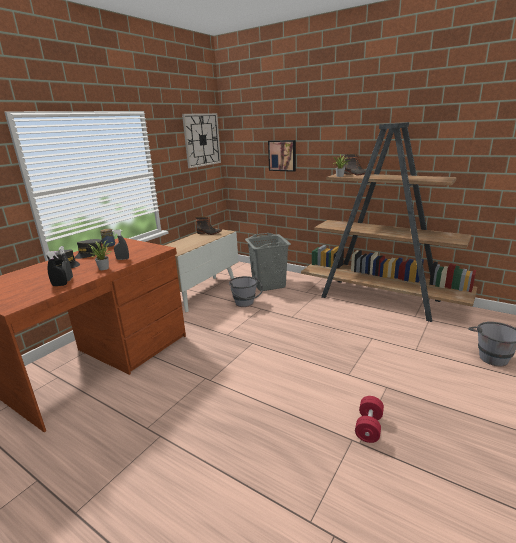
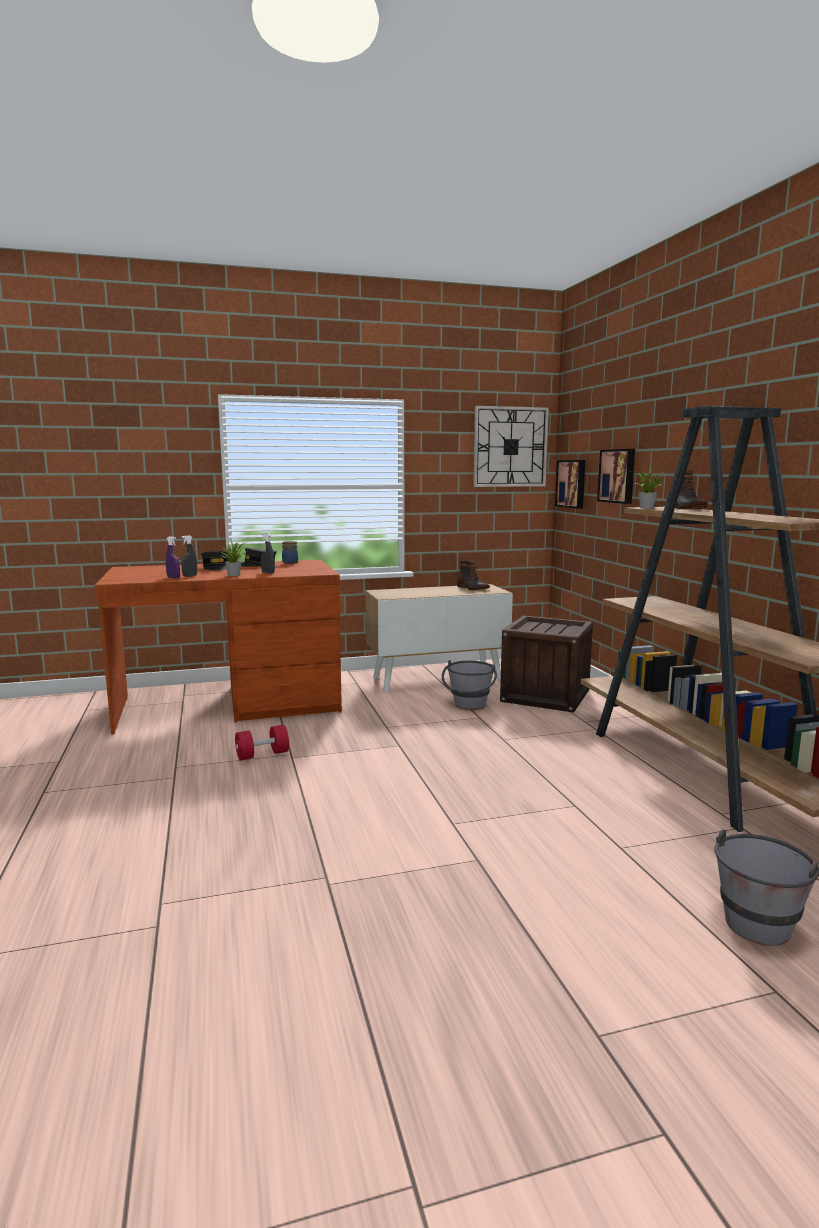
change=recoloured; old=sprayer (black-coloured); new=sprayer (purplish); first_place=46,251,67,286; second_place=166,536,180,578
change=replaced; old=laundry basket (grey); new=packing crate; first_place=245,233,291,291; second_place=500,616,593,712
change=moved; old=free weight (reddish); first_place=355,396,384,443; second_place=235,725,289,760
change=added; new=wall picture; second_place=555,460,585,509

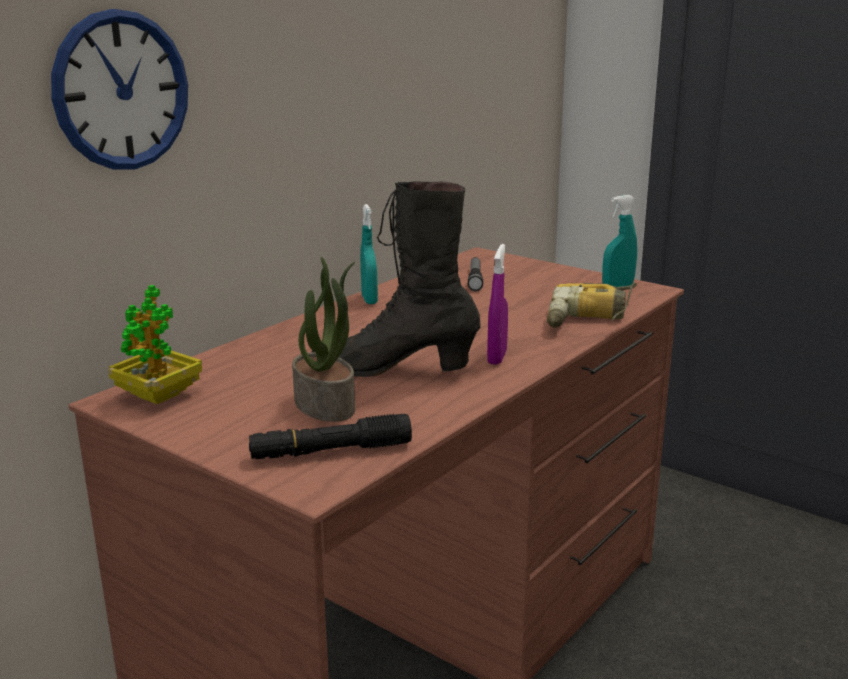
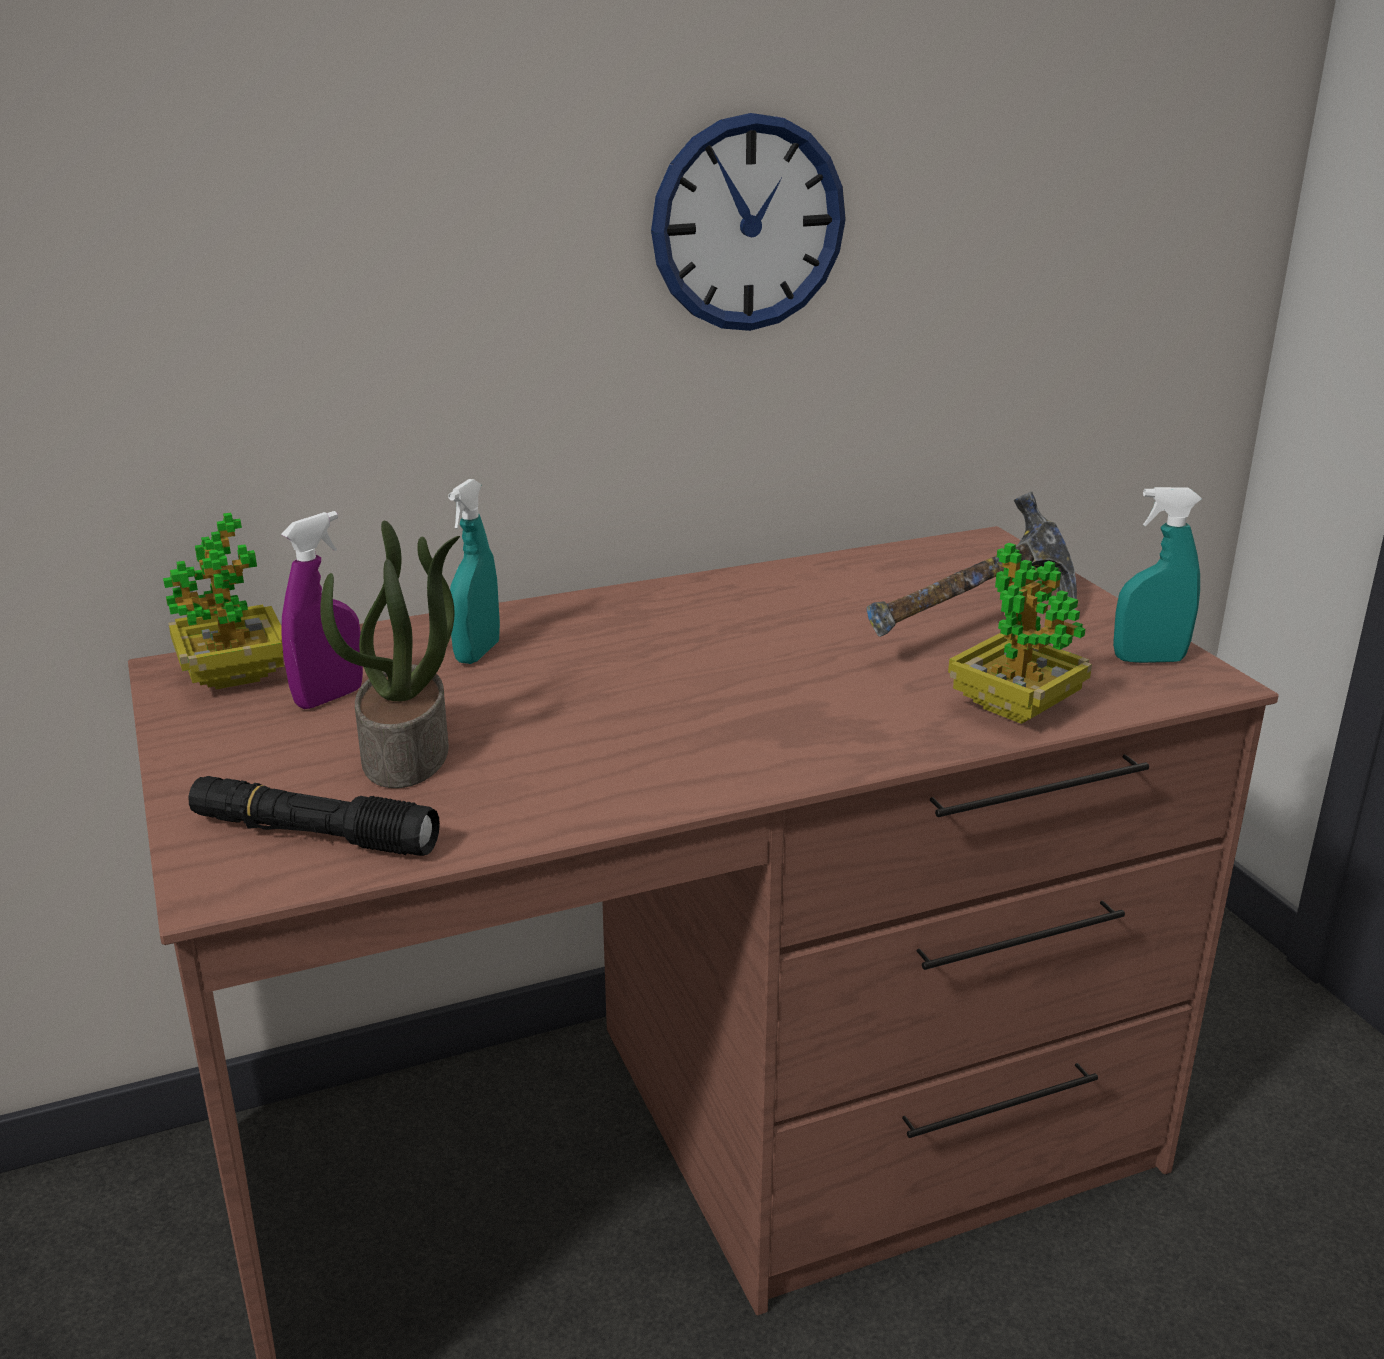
change=moved; old=clock on the wall; first_place=51,9,188,170; second_place=651,113,846,331
change=removed; old=boot (black-coloured); first_place=312,181,480,377
change=moved; old=sprayer (blue-green); first_place=361,204,378,304; second_place=448,479,500,664
change=removed; old=torch; first_place=468,257,483,291
change=moved; old=sprayer (purplish); first_place=487,244,508,365; second_place=281,511,363,709
change=replaced; old=power drill; new=potted plant; first_place=547,282,637,328; second_place=948,543,1092,724
change=added; new=hammer; second_place=866,492,1077,637

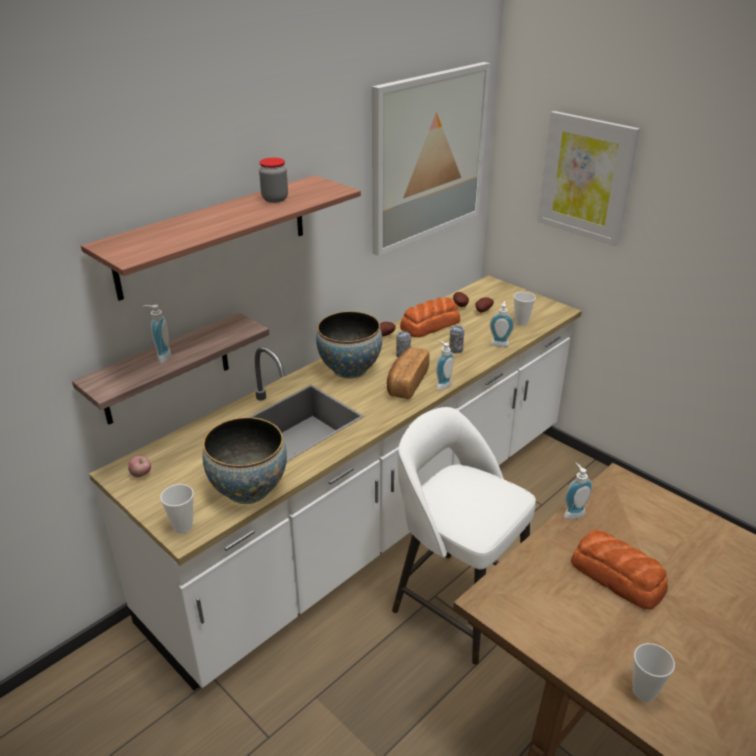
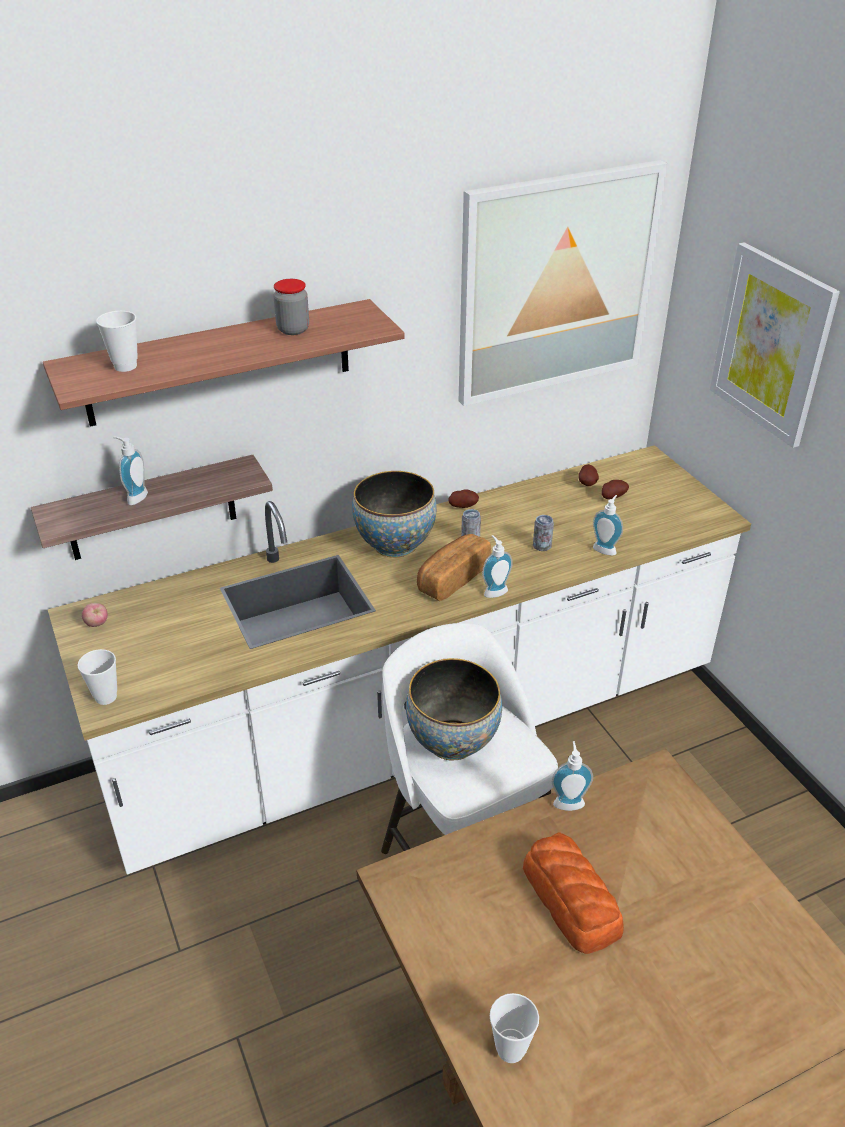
change=moved; old=serving bowl; first_place=203,417,287,504; second_place=406,658,502,760
change=removed; old=baked bread; first_place=400,297,460,337
change=moved; old=cup; first_place=514,292,536,326; second_place=96,311,138,372

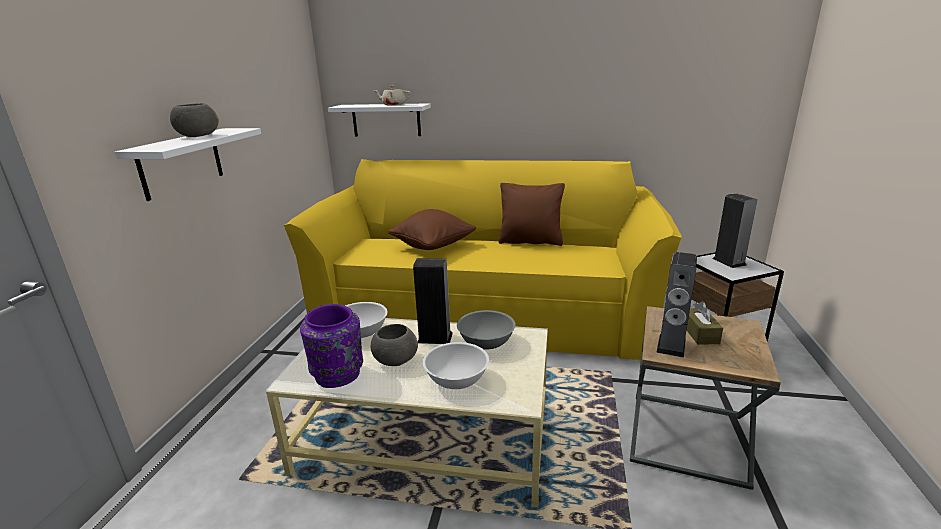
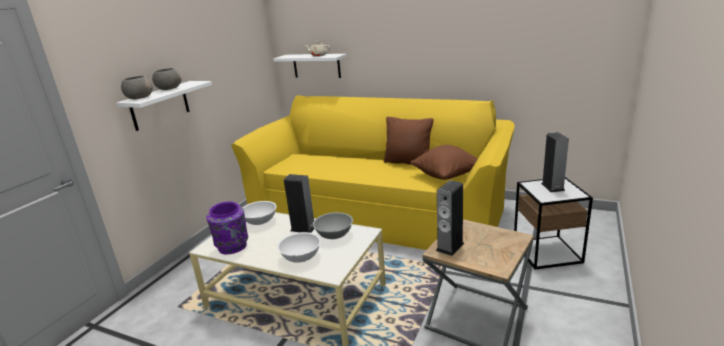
change=moved; old=serving bowl (grey); first_place=371,324,418,366; second_place=121,76,153,99
change=moved; old=pillow (brown); first_place=388,209,476,250; second_place=410,145,478,180
change=removed; old=tissue box (brown); first_place=687,301,723,345

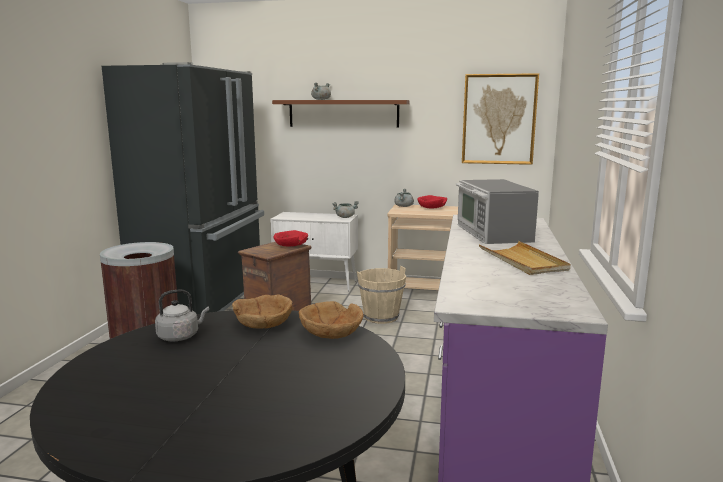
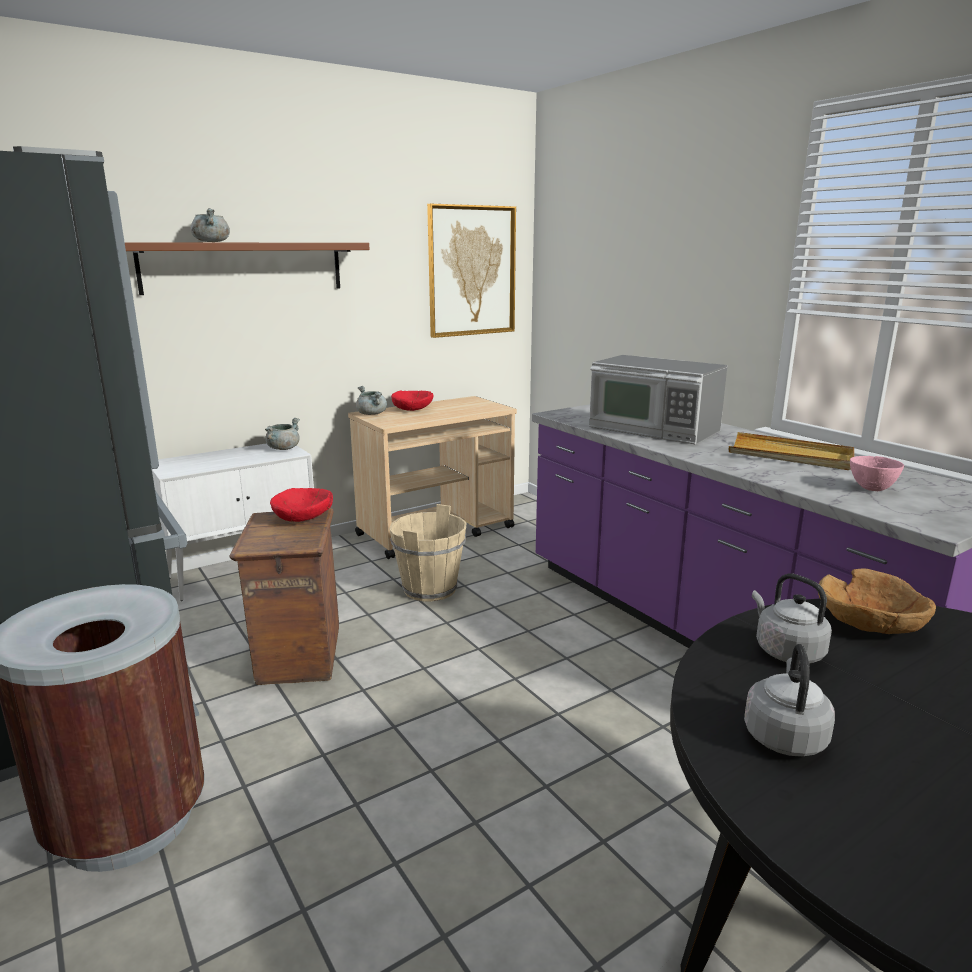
change=replaced; old=serving bowl (brown); new=tea kettle (grey); first_place=232,294,292,329; second_place=752,573,832,664
change=added; new=serving bowl (pink); second_place=850,456,904,491

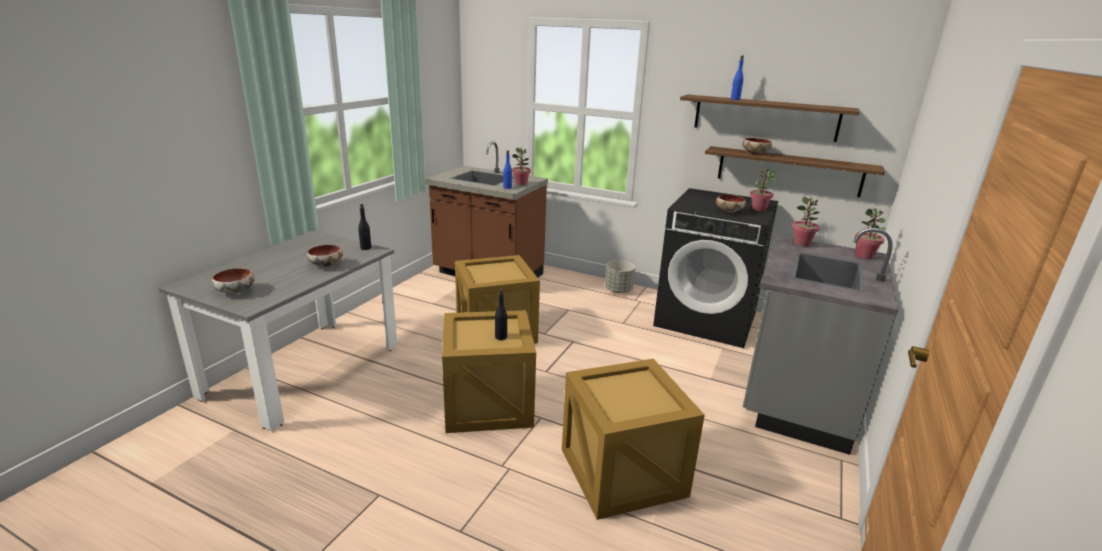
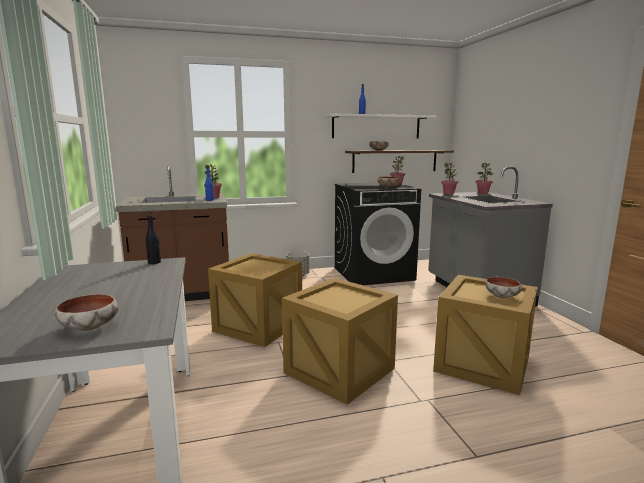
change=moved; old=serving bowl; first_place=307,245,343,267; second_place=485,277,522,298
change=removed; old=beverage bottle (black-coloured); first_place=495,289,507,340
change=recoloured; old=wall shelf (brown); new=wall shelf (whitish); first_place=680,94,860,142; second_place=324,114,437,138

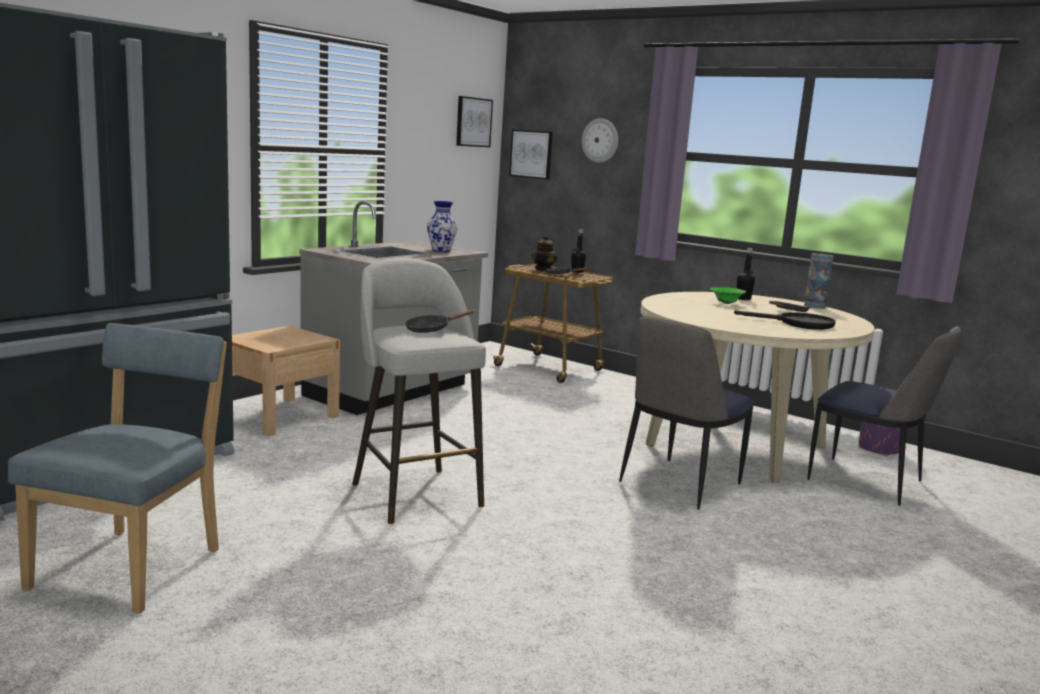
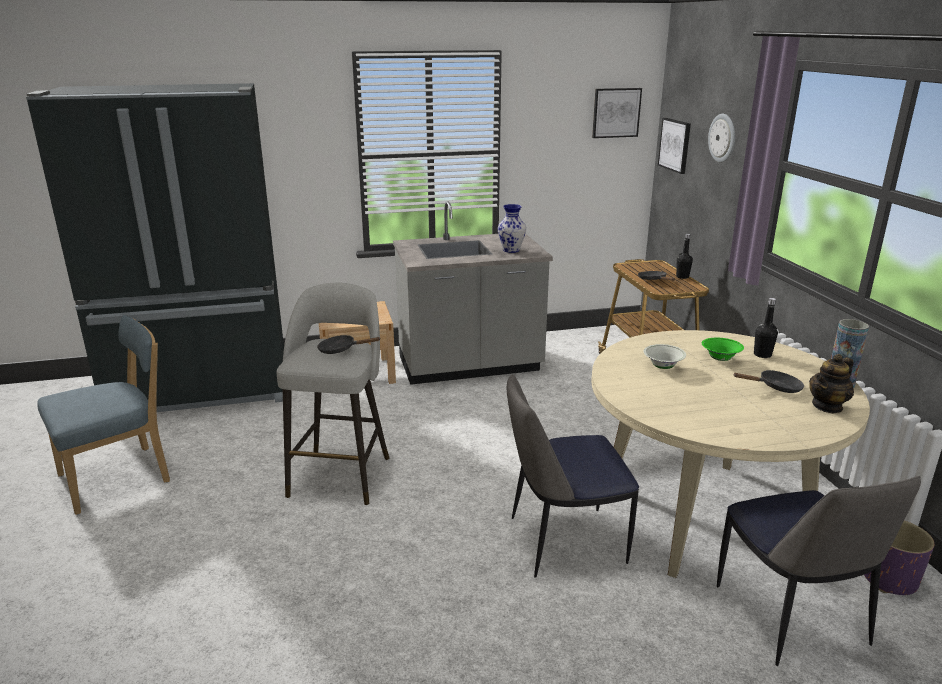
change=moved; old=pot for tea; first_place=532,235,557,271; second_place=809,354,854,414
change=removed; old=pan (black-coloured); first_place=734,310,836,330
change=added; new=serving bowl (whitish); second_place=644,344,686,369

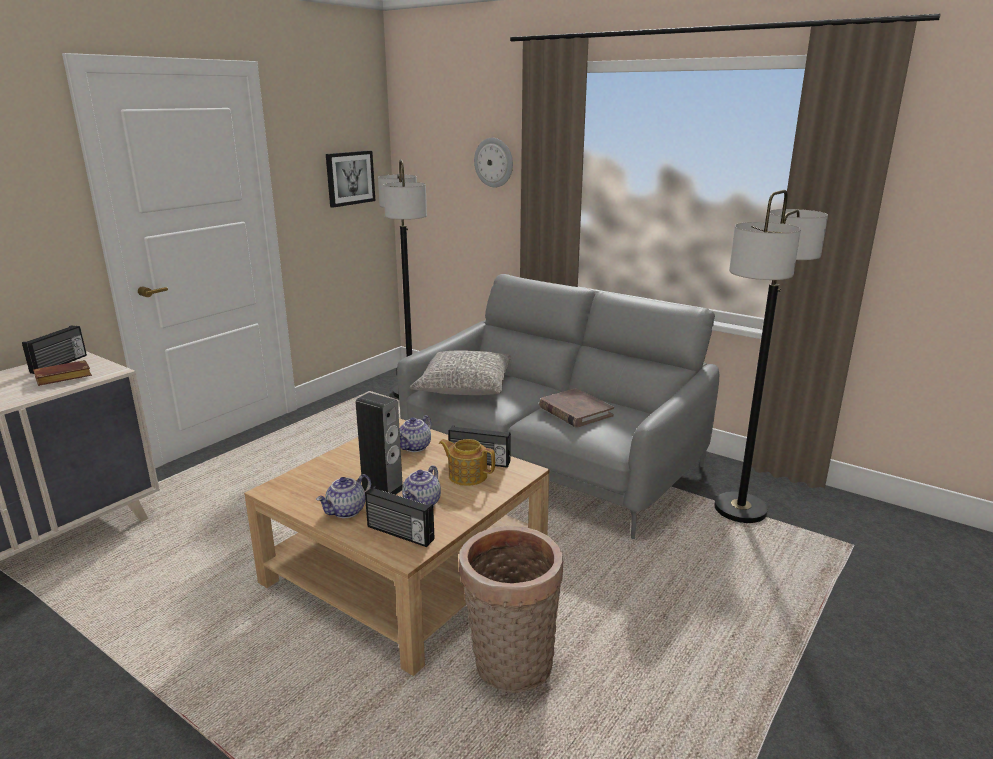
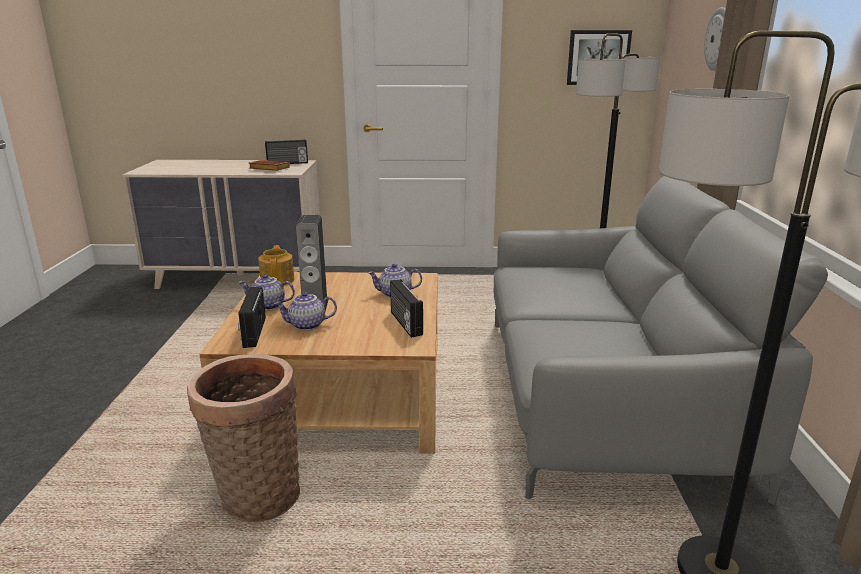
change=removed; old=pillow (grey); first_place=410,350,511,395
change=moved; old=pot for tea; first_place=439,439,495,486; second_place=258,245,294,285
change=removed; old=book (brown); first_place=539,388,614,428

